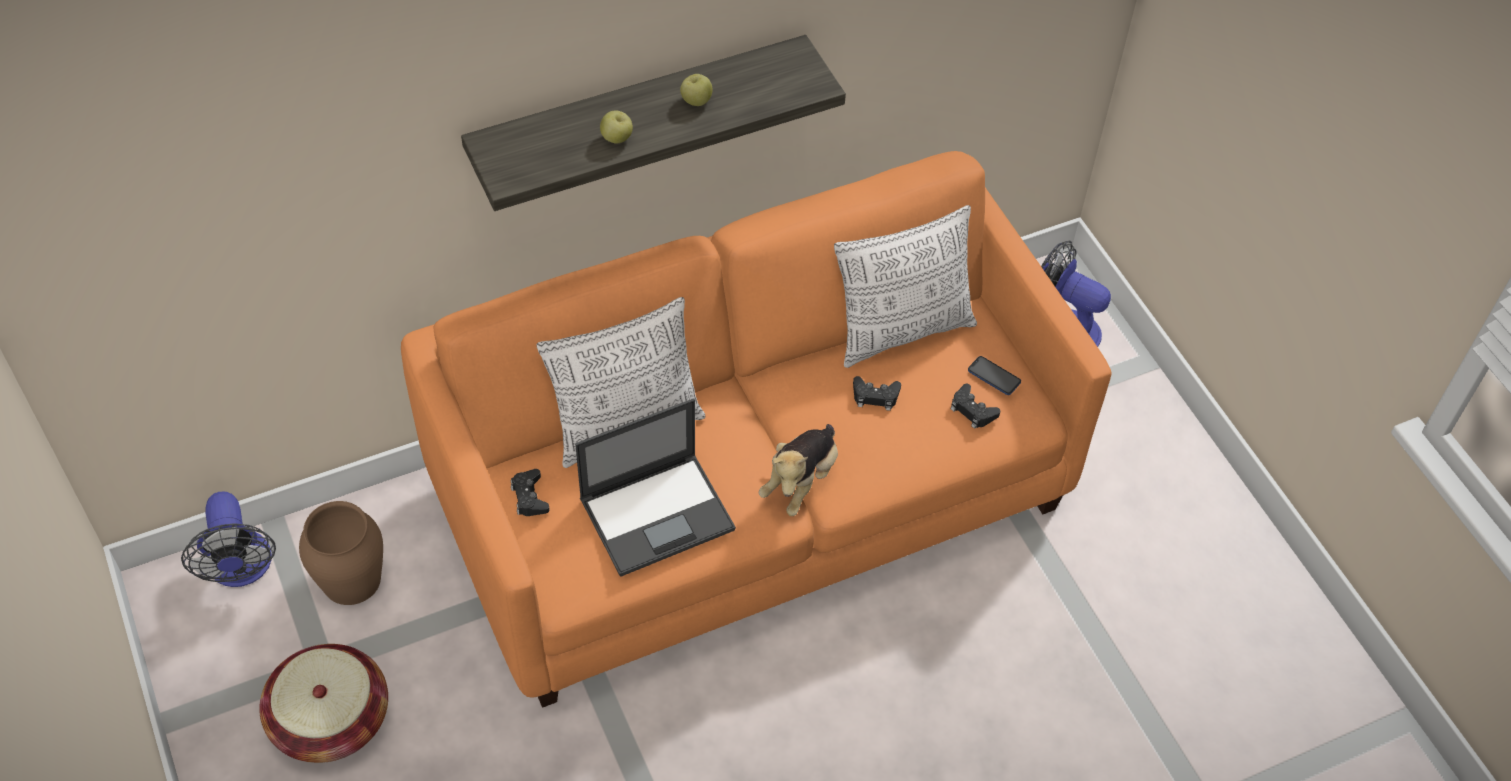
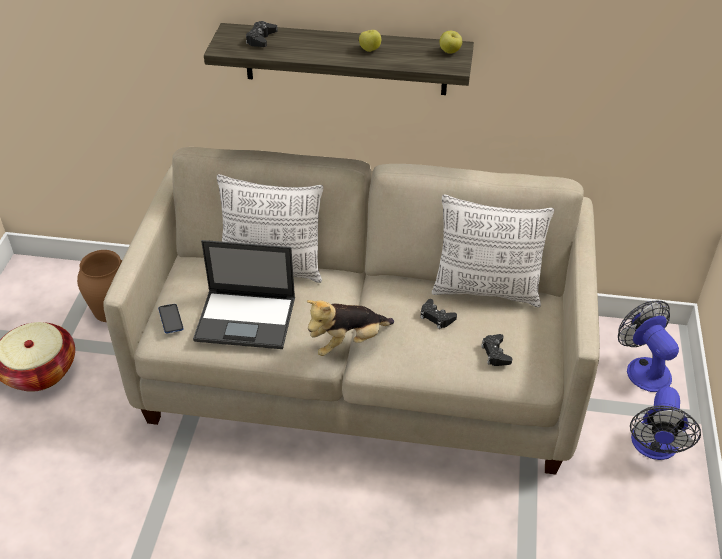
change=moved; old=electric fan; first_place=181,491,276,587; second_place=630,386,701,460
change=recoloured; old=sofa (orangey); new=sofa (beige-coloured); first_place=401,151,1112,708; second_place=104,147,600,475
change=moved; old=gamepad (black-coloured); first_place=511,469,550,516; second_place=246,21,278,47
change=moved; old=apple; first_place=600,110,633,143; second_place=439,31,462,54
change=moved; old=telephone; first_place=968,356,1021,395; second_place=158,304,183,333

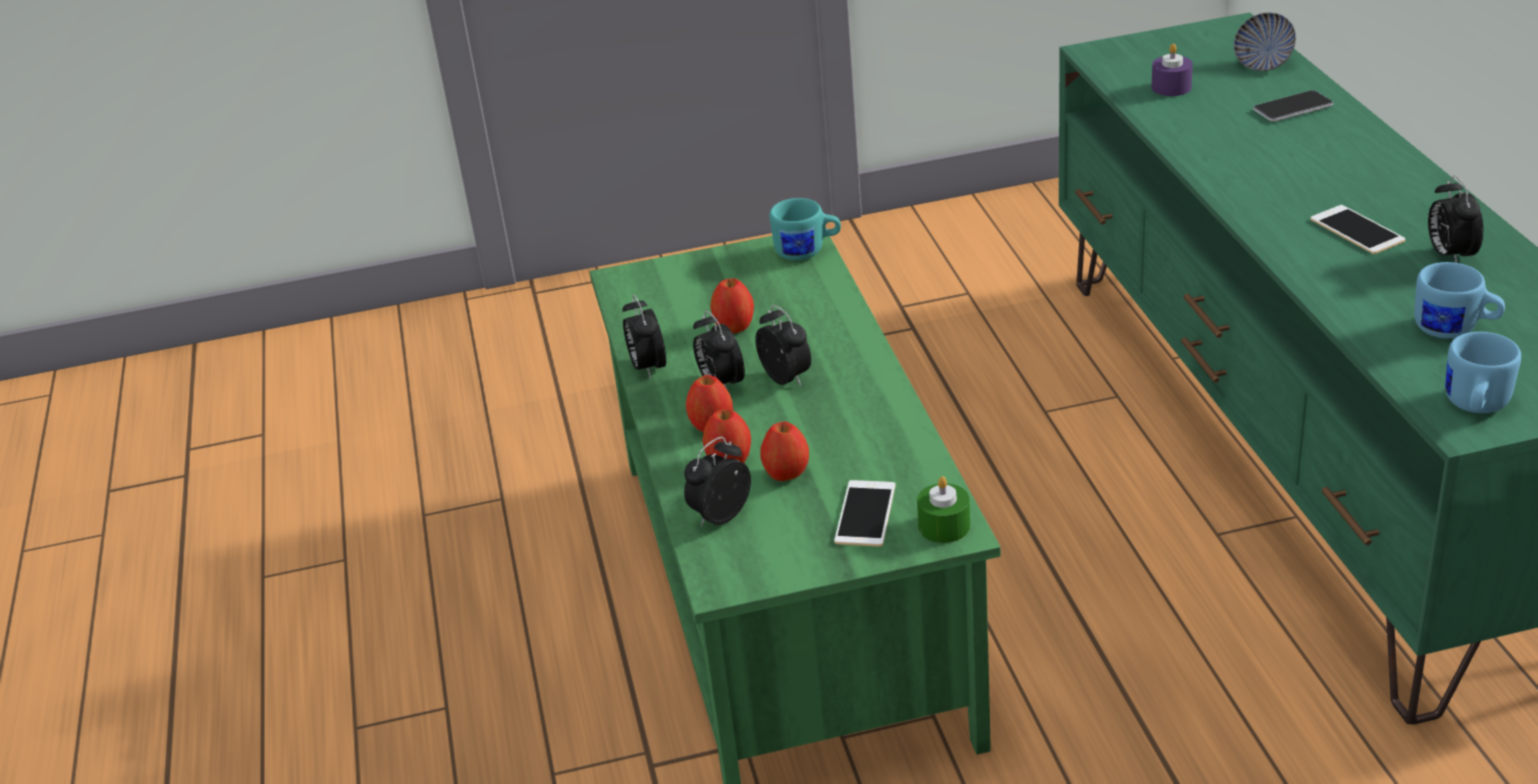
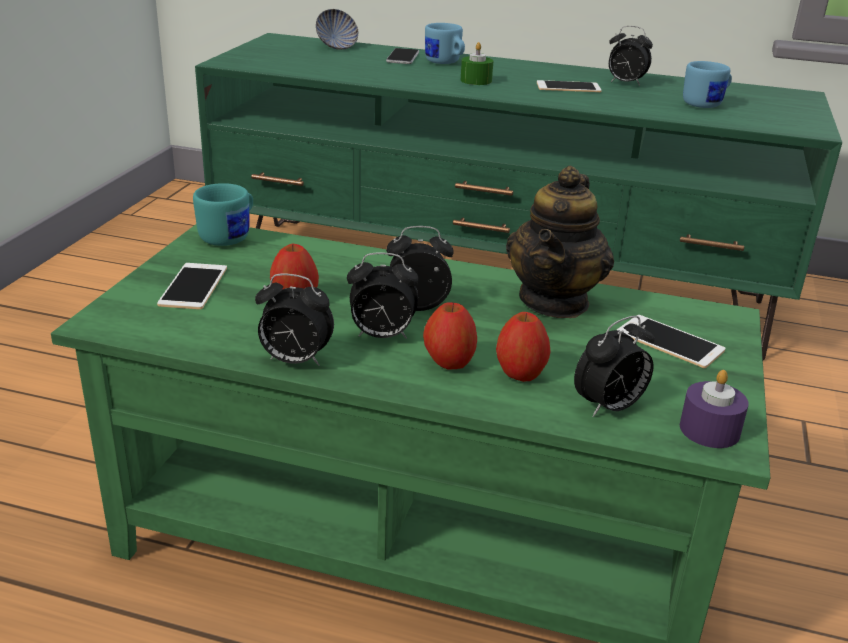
change=turned; old=table clock; first_place=684,437,751,527; second_place=574,316,655,417; degrees=-105
change=removed; old=apple; first_place=761,421,809,481
change=moved; old=candle (green); first_place=917,476,970,543; second_place=461,42,493,85
change=moved; old=candle (purplish); first_place=1151,43,1193,96; second_place=680,370,749,448
change=moved; old=mug (blue); first_place=1445,332,1521,413; second_place=425,23,465,64
change=added; new=telephone; second_place=157,263,227,309
change=added; new=pot for tea; second_place=506,166,614,318

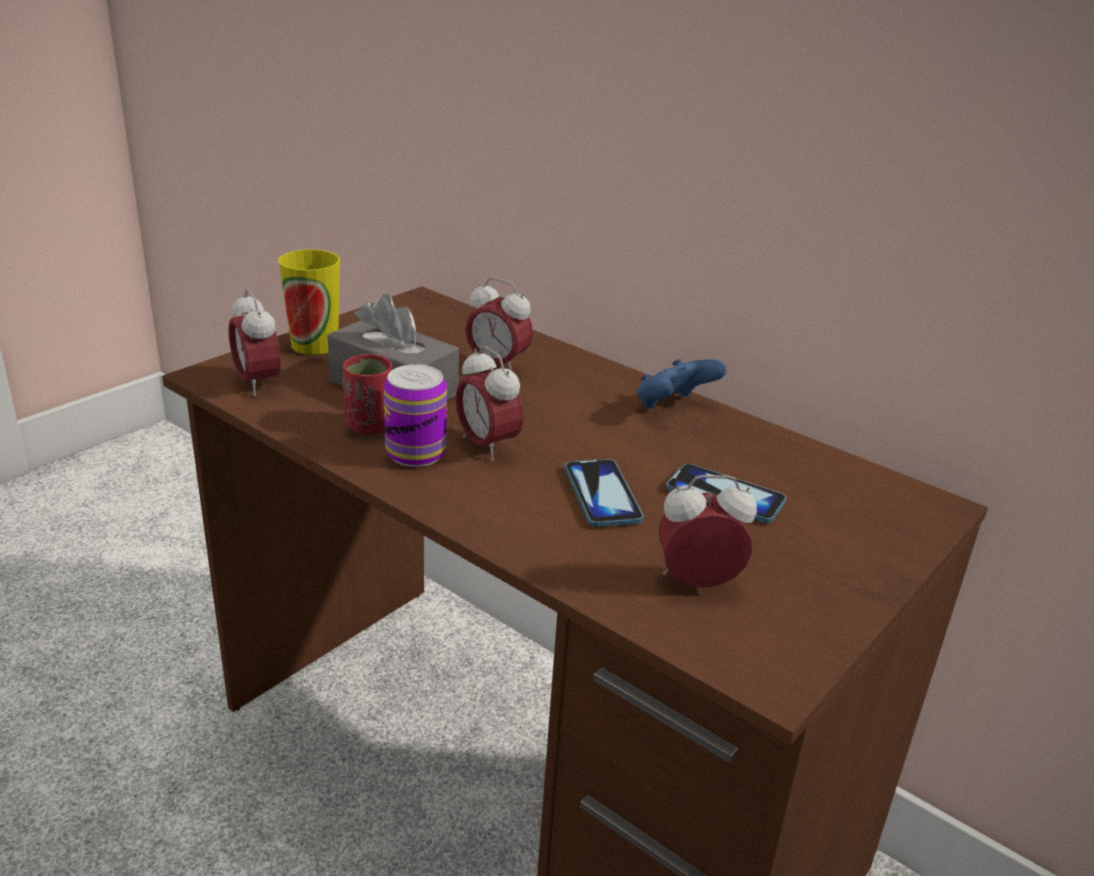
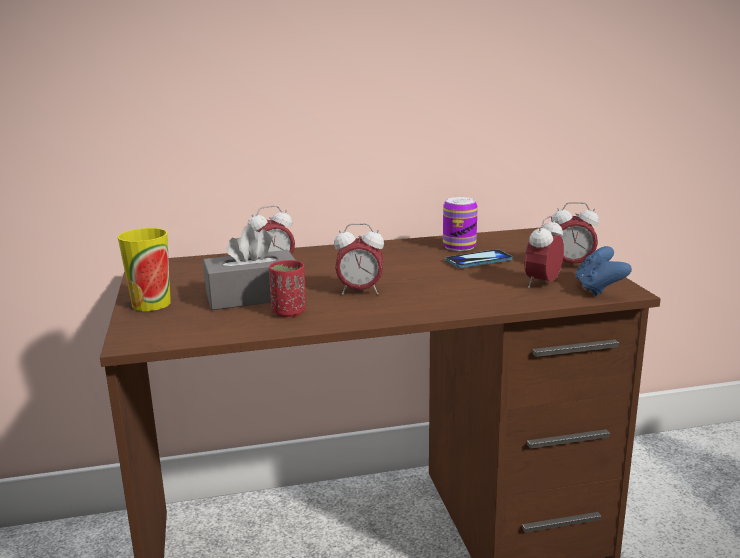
change=moved; old=table clock; first_place=228,289,281,396; second_place=552,202,599,264
change=moved; old=can; first_place=384,364,447,467; second_place=443,197,478,251
change=removed; old=telephone; first_place=565,459,644,527
change=moved; old=gamepad (blue); first_place=637,359,727,409; second_place=575,246,632,296

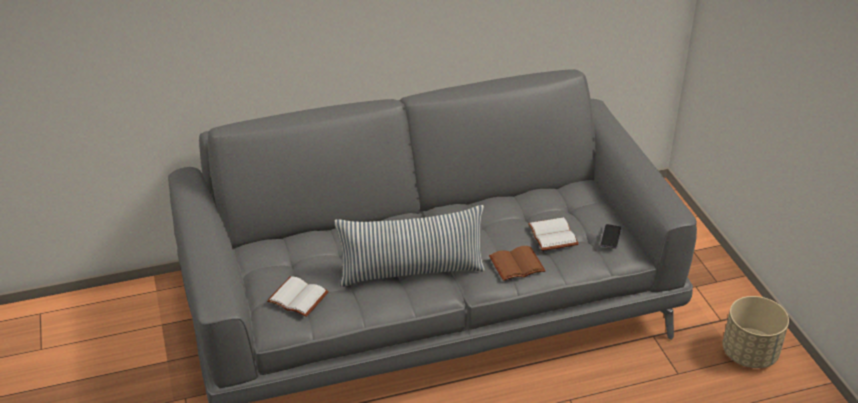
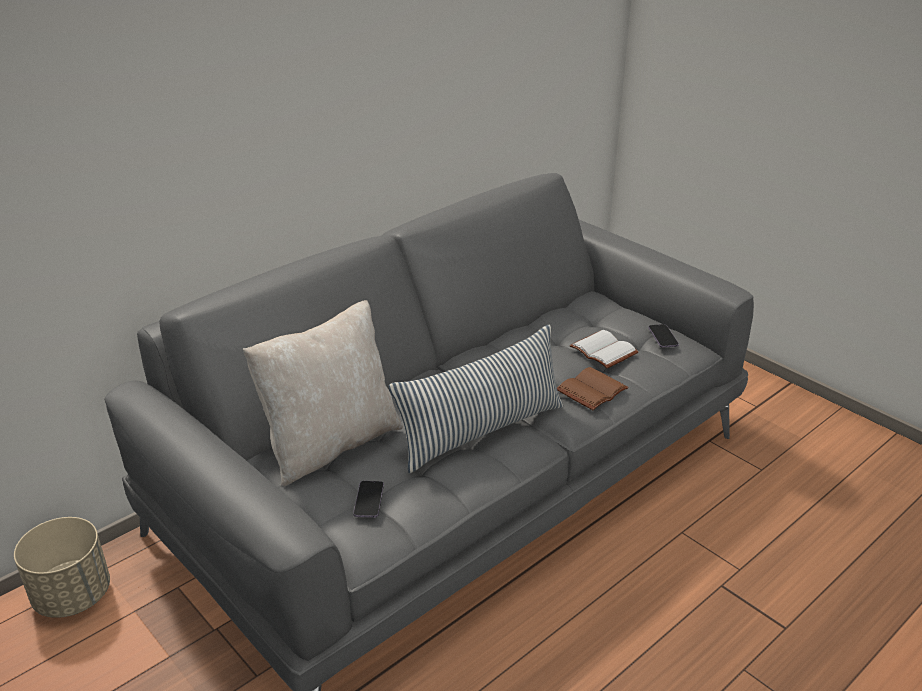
change=replaced; old=book (whitish); new=telephone; first_place=267,276,329,317; second_place=353,481,384,518
change=moved; old=planter (beige-coloured); first_place=722,296,789,368; second_place=14,517,110,618
change=added; new=pillow (beige-coloured); second_place=243,300,403,486

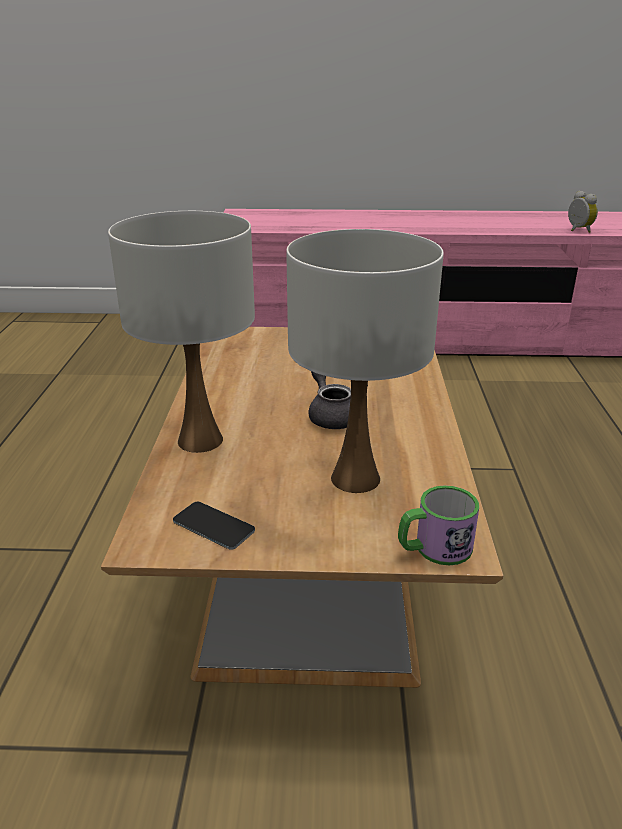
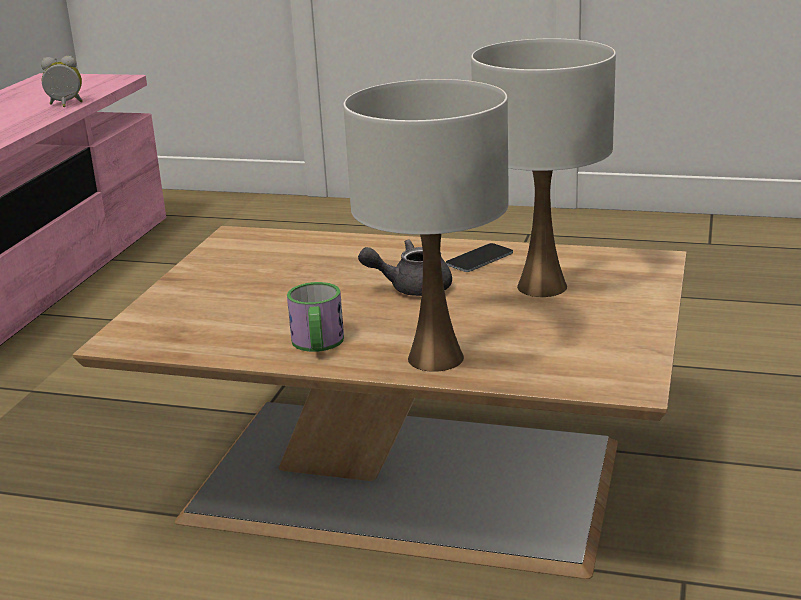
change=moved; old=telephone; first_place=173,502,255,550; second_place=446,243,513,272
change=moved; old=mug; first_place=398,485,479,566; second_place=287,282,344,352

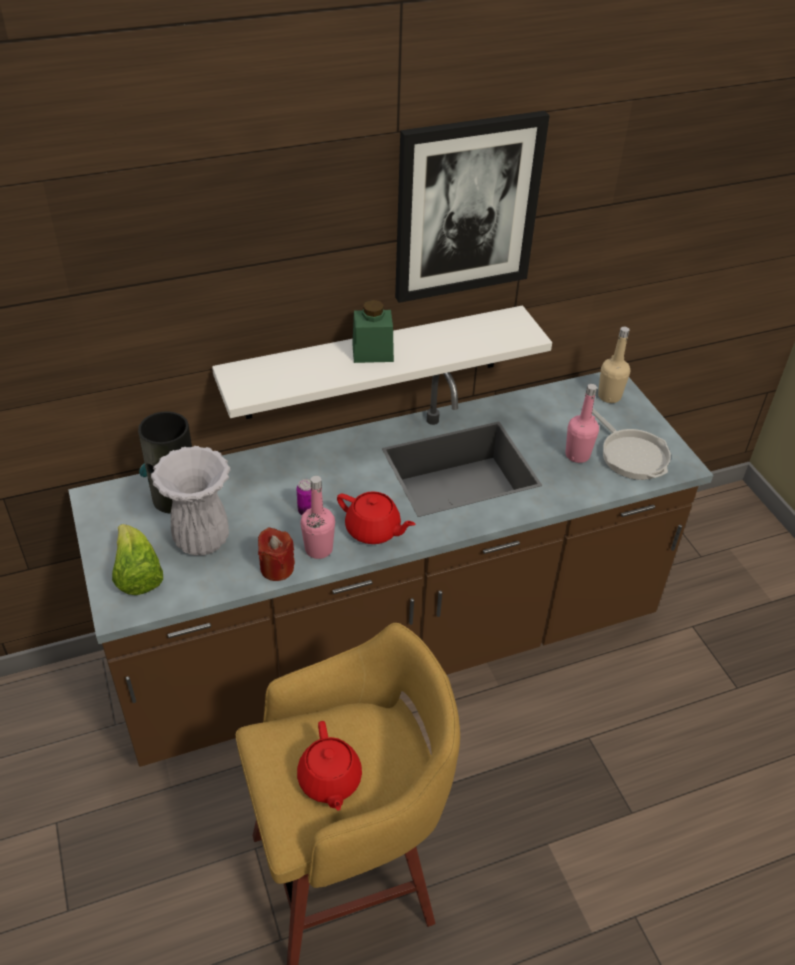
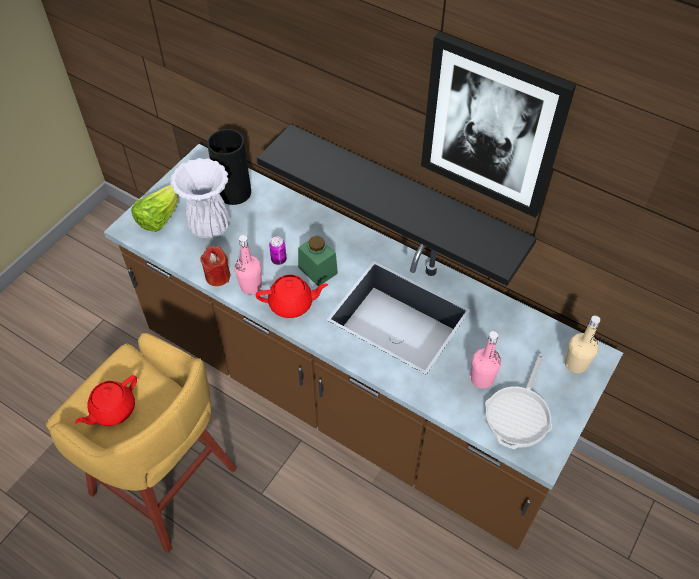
change=recoloured; old=wall shelf (whitish); new=wall shelf (black-coloured); first_place=212,306,552,419; second_place=257,124,537,286
change=turned; old=pot for tea (reddish); first_place=337,491,415,544; second_place=256,275,328,318; degrees=-90
change=moved; old=storage jar (green); first_place=352,300,394,363; second_place=298,235,338,286

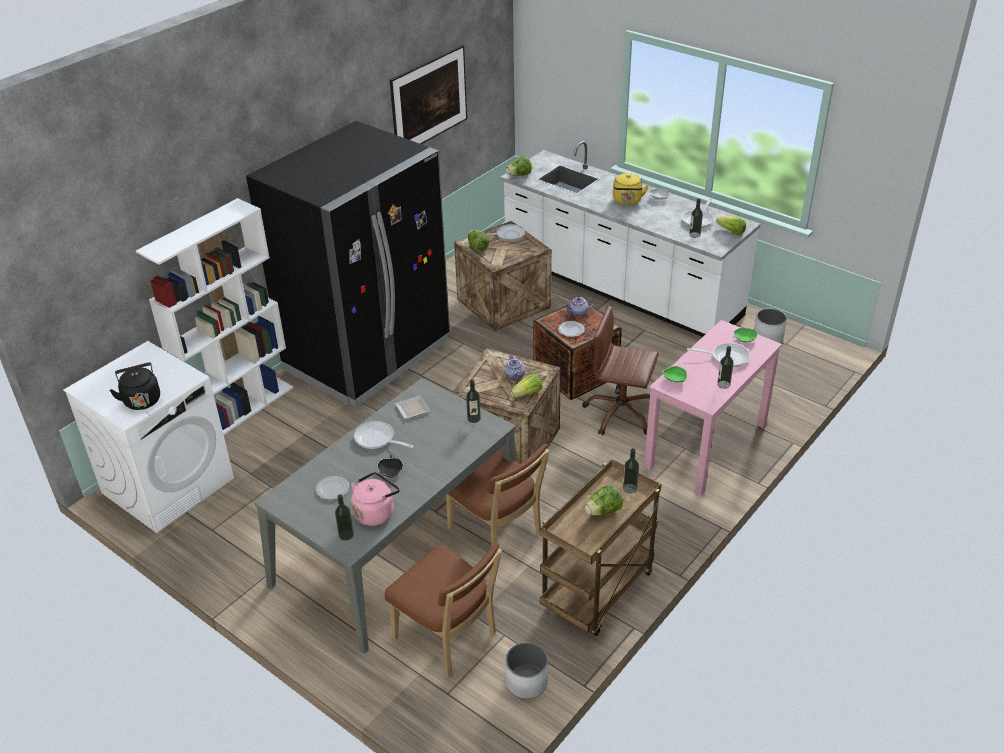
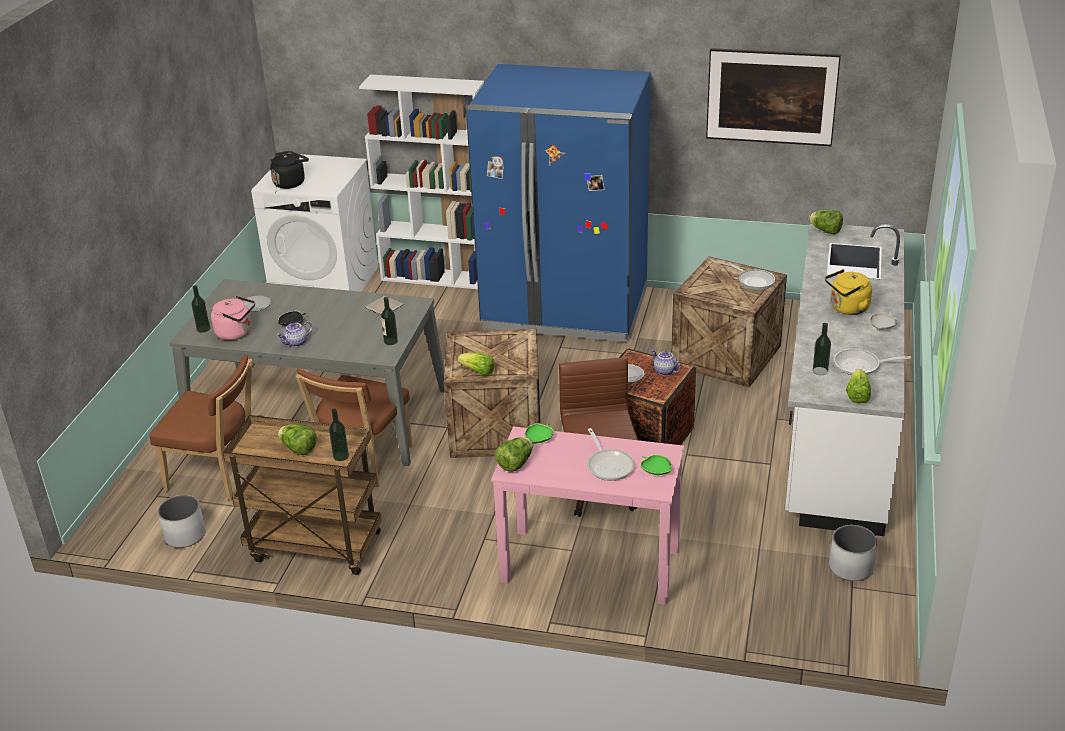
change=recoloured; old=refrigerator (black-coloured); new=refrigerator (blue); first_place=246,121,450,407; second_place=466,64,650,342
change=removed; old=pan; first_place=354,421,414,449
change=turned; old=plain chair (brown); first_place=385,543,502,677; second_place=150,354,252,501; degrees=-90
change=moved; old=lettuce; first_place=468,230,489,252; second_place=495,437,533,472
change=moved; old=pot for tea; first_place=504,355,525,381; second_place=276,321,312,347
change=removed; old=beverage bottle; first_place=717,346,734,389

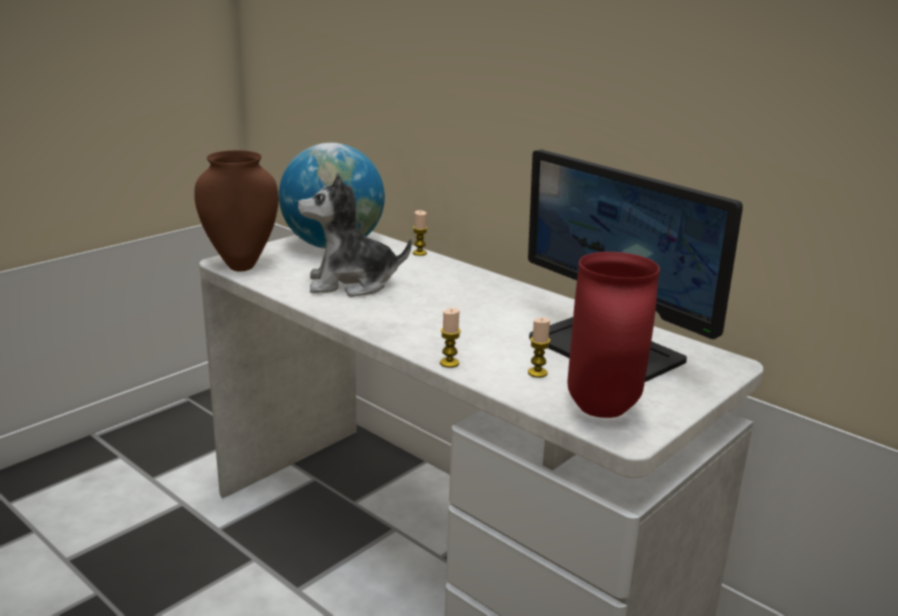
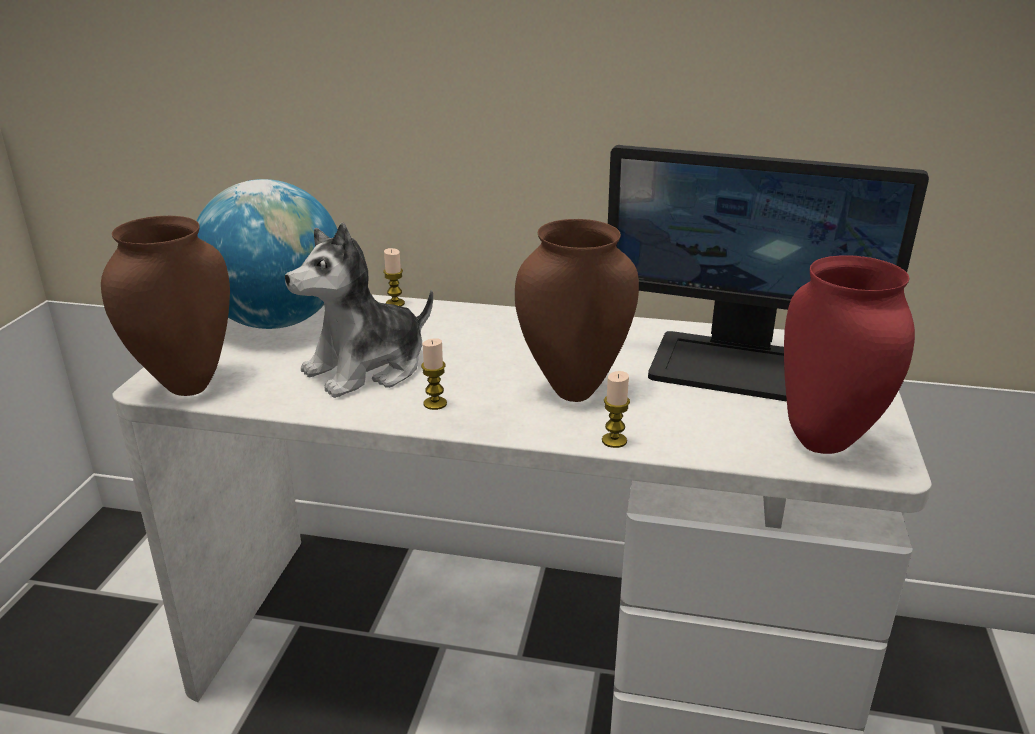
change=moved; old=candle; first_place=528,318,551,378; second_place=421,338,447,410
change=added; new=decorative vase (brown); second_place=515,219,639,402

